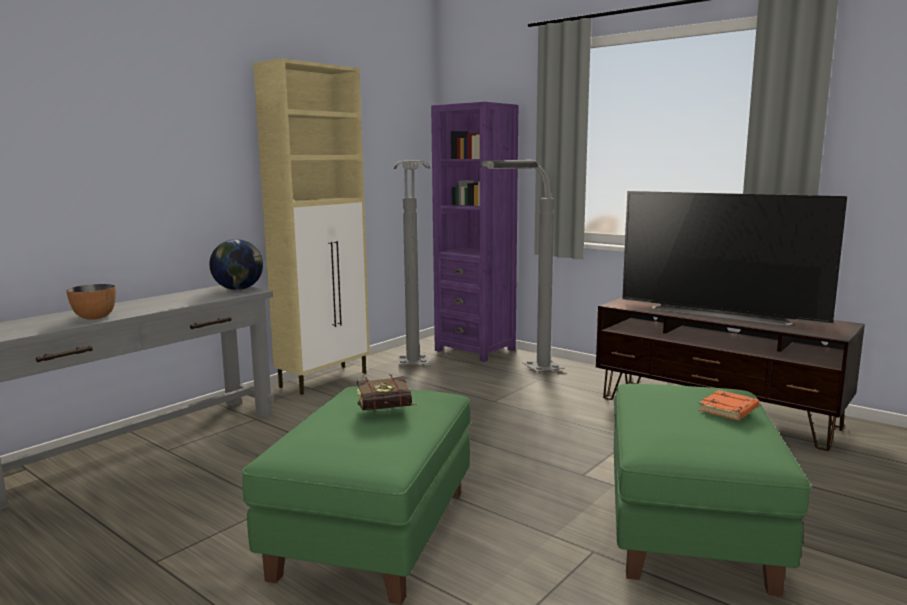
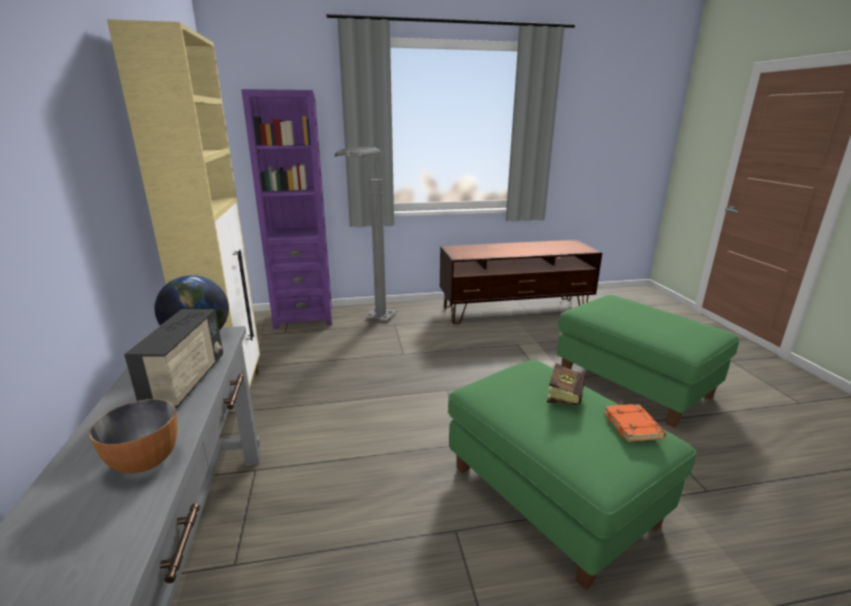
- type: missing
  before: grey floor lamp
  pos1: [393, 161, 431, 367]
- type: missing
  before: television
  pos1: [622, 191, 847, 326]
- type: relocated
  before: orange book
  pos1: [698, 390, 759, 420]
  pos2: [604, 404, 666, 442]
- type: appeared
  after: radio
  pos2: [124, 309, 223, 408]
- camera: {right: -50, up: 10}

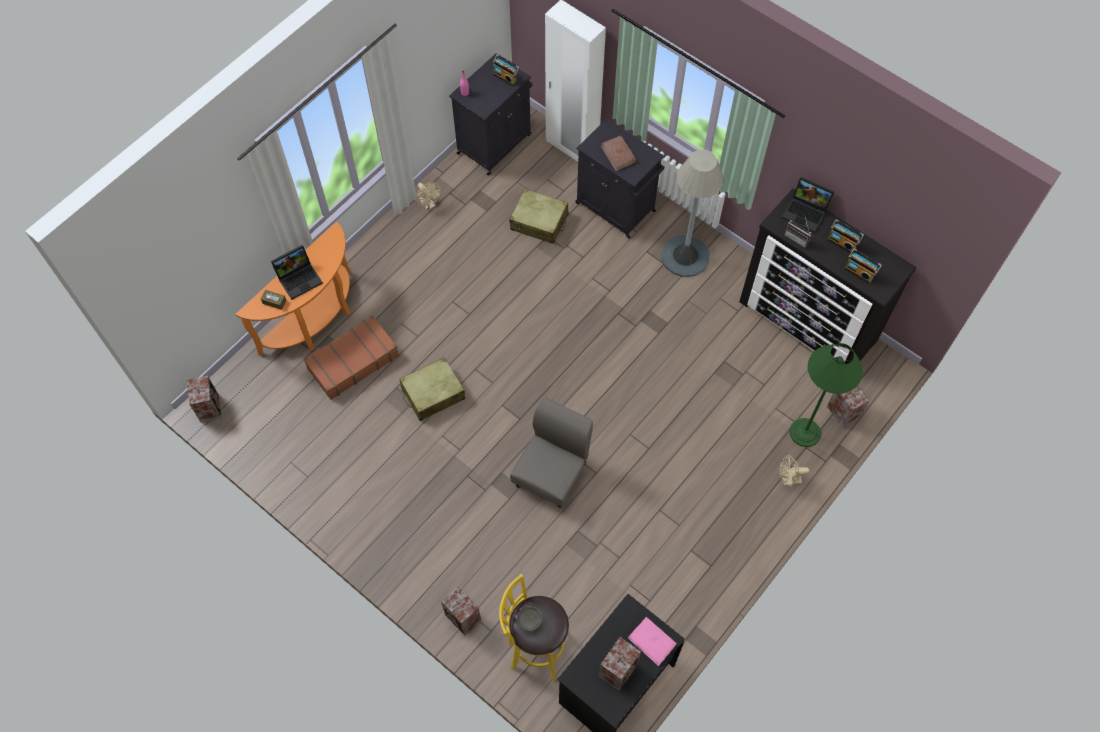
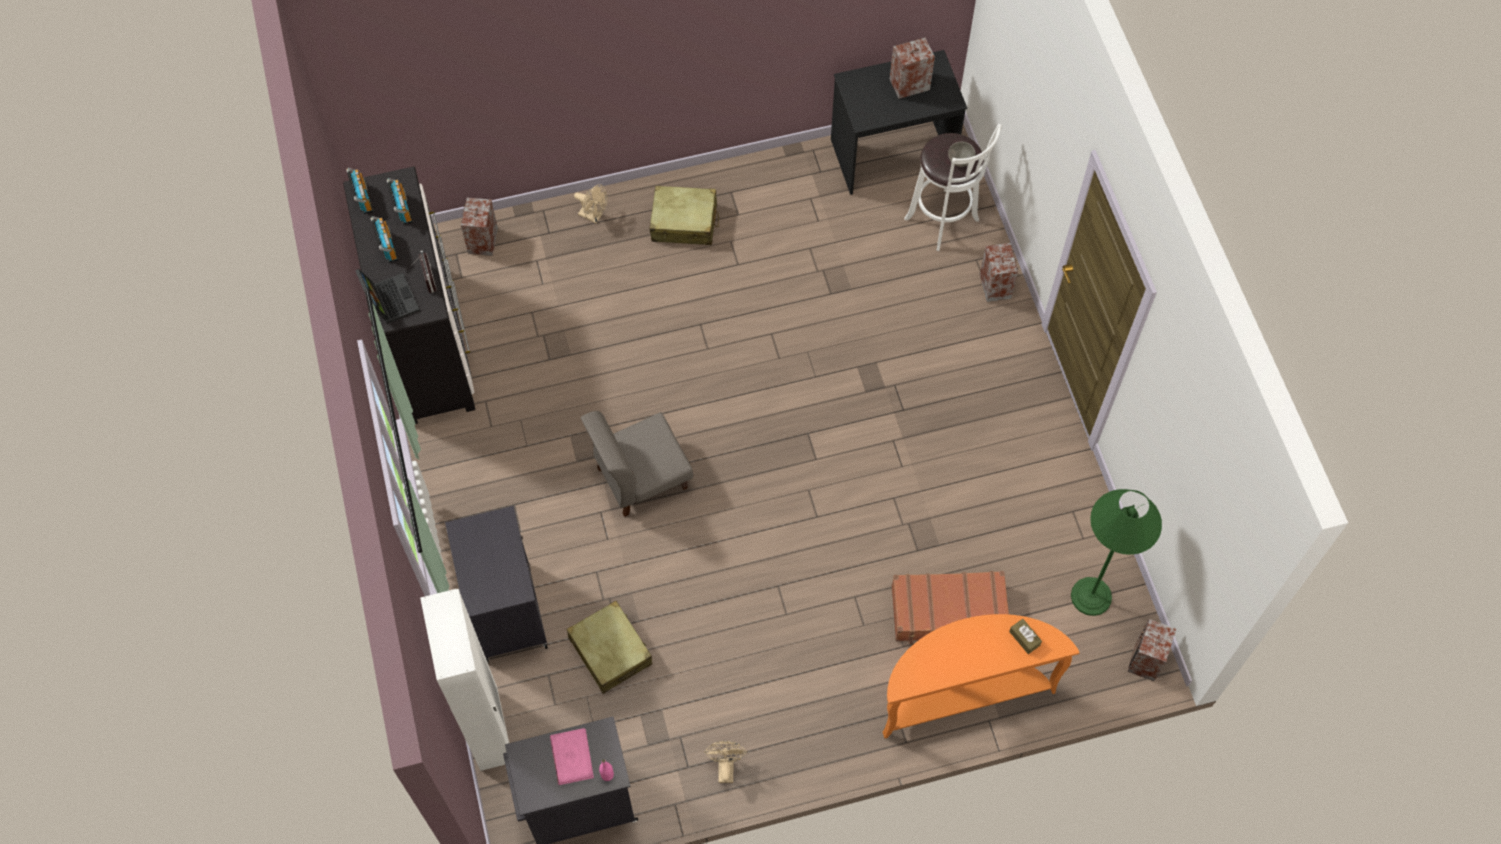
- type: missing
  before: laptop
  pos1: [271, 245, 323, 300]
- type: relocated
  before: beige suitcase
  pos1: [400, 357, 465, 421]
  pos2: [650, 186, 719, 245]
- type: relocated
  before: radio
  pos1: [493, 54, 520, 86]
  pos2: [346, 168, 374, 214]
- type: colour
  before: yellow stool
  after: white stool
  pos1: [499, 574, 569, 681]
  pos2: [904, 124, 1002, 251]
- type: relocated
  before: grey chair
  pos1: [510, 398, 593, 508]
  pos2: [581, 411, 693, 517]
- type: missing
  before: brown book
  pos1: [601, 136, 637, 171]
- type: relocated
  before: pink book
  pos1: [628, 617, 677, 666]
  pos2: [550, 728, 594, 785]
- type: missing
  before: grey floor lamp
  pos1: [661, 149, 724, 277]
- type: relocated
  before: green floor lamp
  pos1: [790, 343, 863, 447]
  pos2: [1071, 489, 1162, 616]
- camera: {right: -145, up: 0}

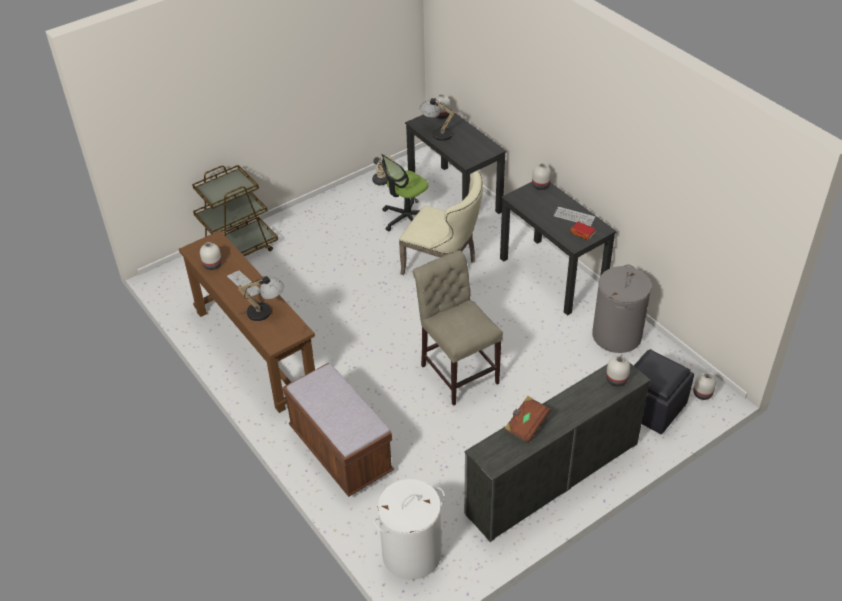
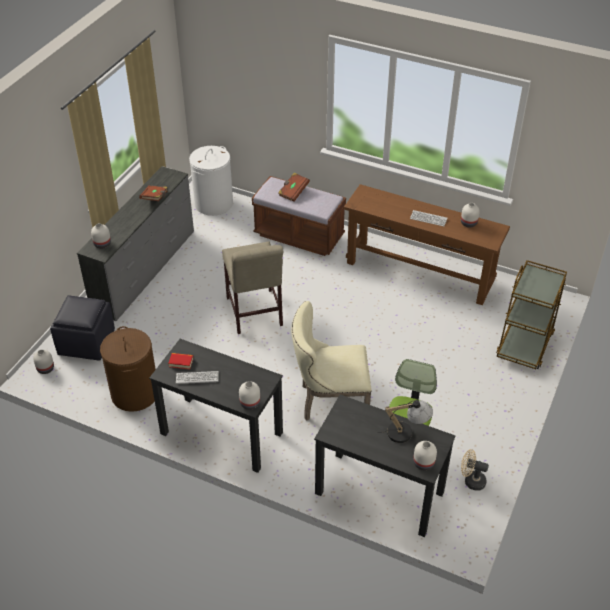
- type: missing
  before: table lamp
  pos1: [238, 276, 284, 321]
- type: spun
  before: beige chair
  pos1: [413, 250, 503, 406]
  pos2: [222, 242, 283, 334]
  turn: 45
- type: colour
  before: grey laundry basket
  after: brown laundry basket
  pos1: [592, 265, 652, 353]
  pos2: [100, 326, 156, 412]
- type: appeared
  after: brown book
  pos2: [278, 173, 310, 202]
- camera: {right: 150, up: 0}

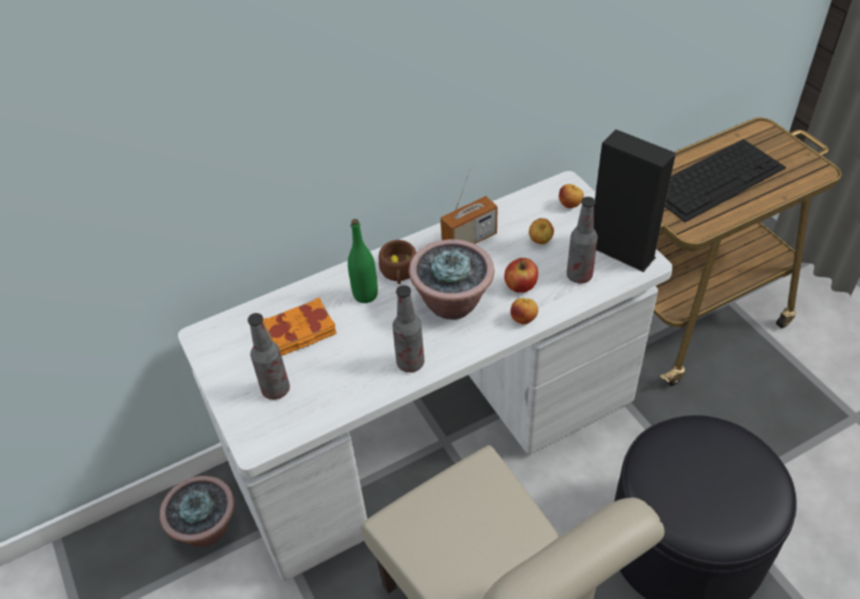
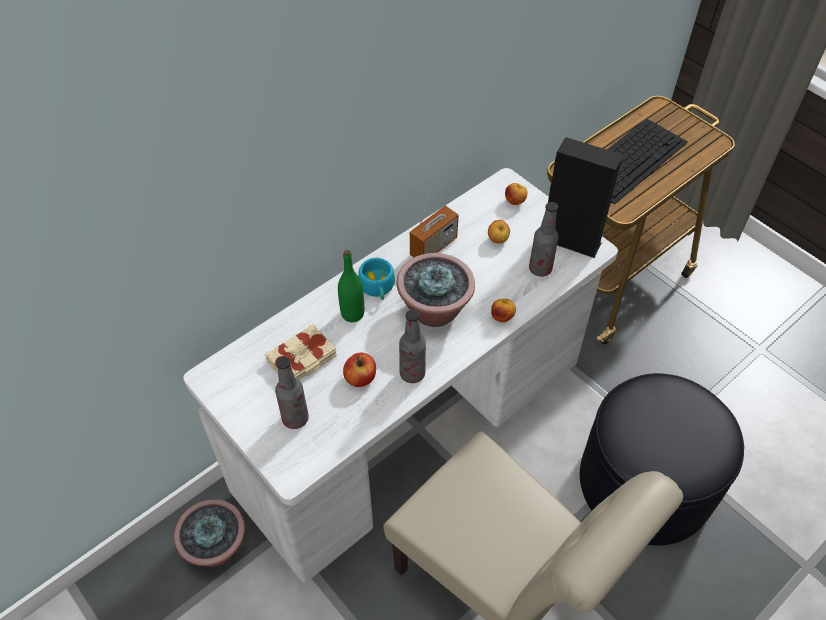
- type: colour
  before: orange book
  after: beige book
  pos1: [263, 297, 337, 356]
  pos2: [265, 323, 337, 380]
- type: colour
  before: brown cup
  after: turquoise cup
  pos1: [379, 240, 416, 284]
  pos2: [358, 258, 395, 300]
- type: relocated
  before: apple
  pos1: [504, 258, 538, 293]
  pos2: [343, 353, 376, 387]
- camera: {right: -15, up: 5}

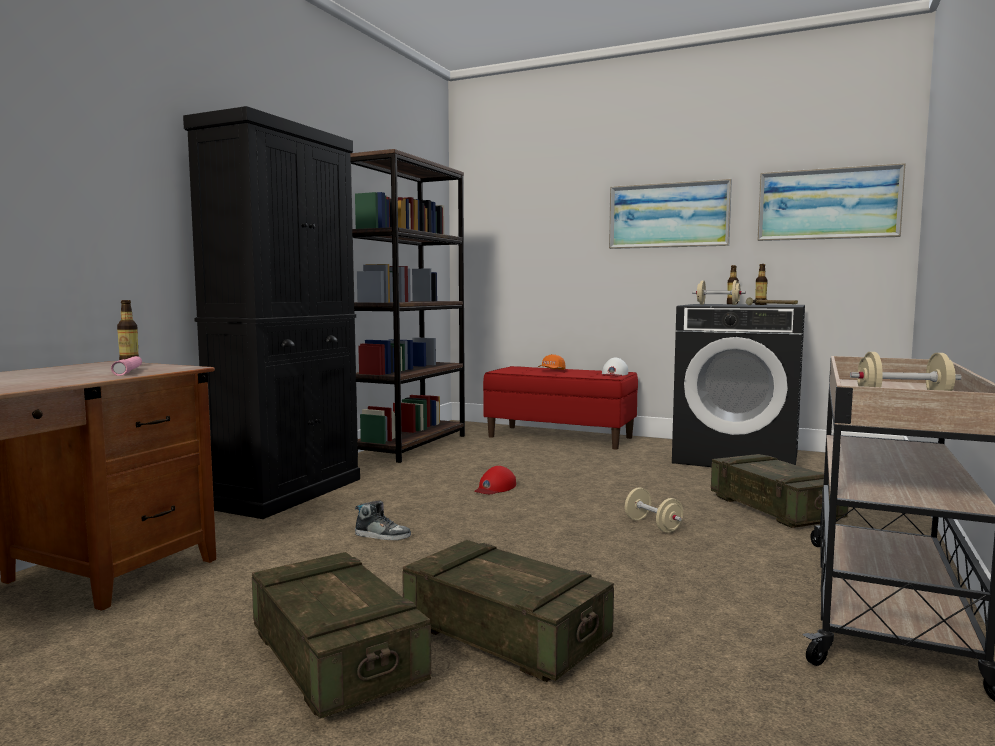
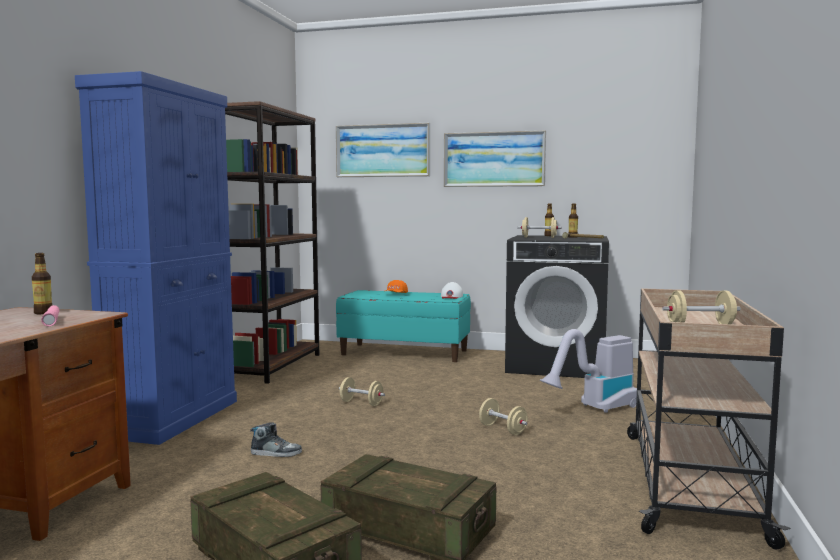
- type: colour
  before: black cabinet
  after: blue cabinet
  pos1: [183, 106, 360, 519]
  pos2: [75, 71, 237, 445]
- type: exchanged
  before: red cap
  after: beige dumbbell
  pos1: [474, 466, 516, 494]
  pos2: [339, 377, 385, 406]
- type: colour
  before: red bench
  after: turquoise bench
  pos1: [483, 366, 638, 449]
  pos2: [336, 290, 471, 362]
- type: exchanged
  before: crate
  after: vacuum cleaner
  pos1: [711, 454, 848, 528]
  pos2: [540, 329, 637, 413]
- type: relocated
  before: picture
  pos1: [757, 163, 906, 241]
  pos2: [336, 123, 430, 177]
- camera: {right: -10, up: 0}

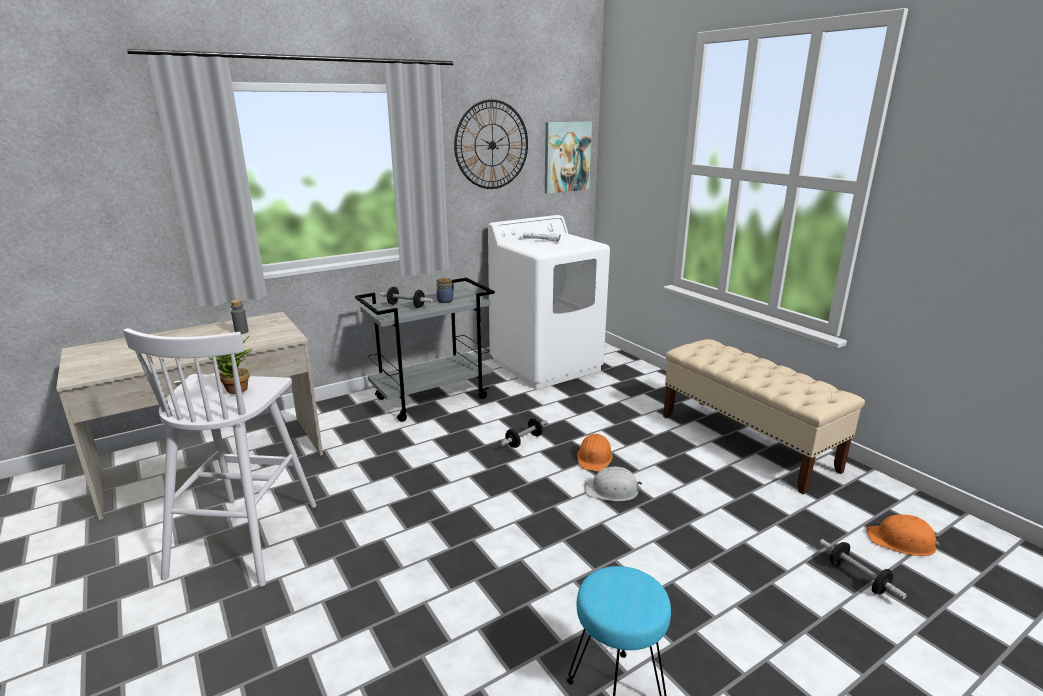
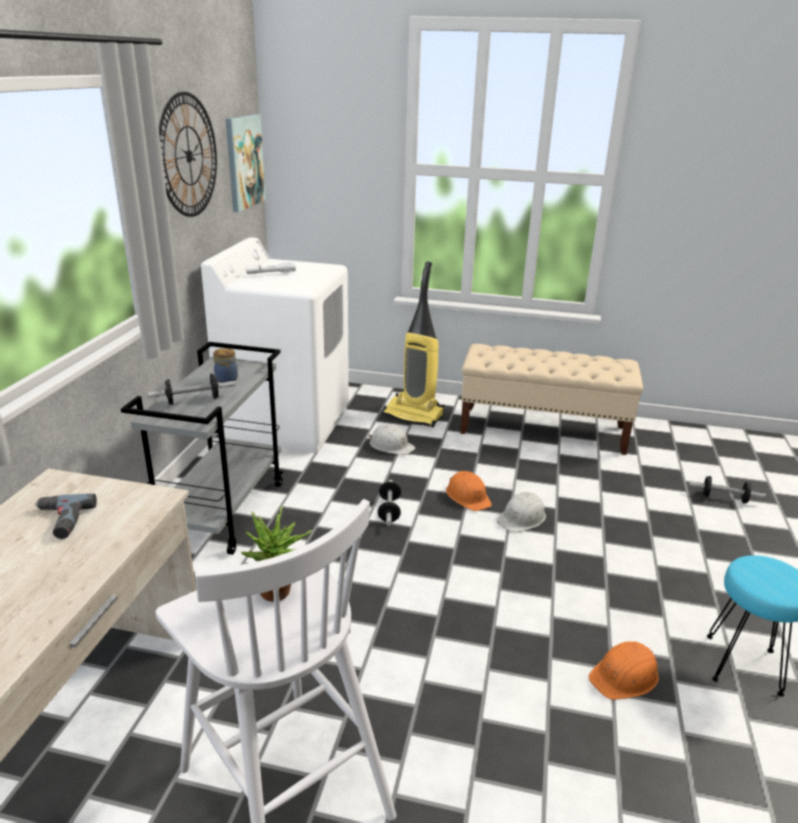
- type: exchanged
  before: grey bottle
  after: power drill
  pos1: [231, 300, 249, 334]
  pos2: [35, 493, 97, 539]
- type: relocated
  before: orange hard hat
  pos1: [866, 514, 941, 556]
  pos2: [588, 641, 659, 700]
- type: appeared
  after: white hard hat
  pos2: [368, 424, 415, 455]
- type: appeared
  after: vacuum cleaner
  pos2: [382, 261, 445, 427]
- camera: {right: -45, up: 5}

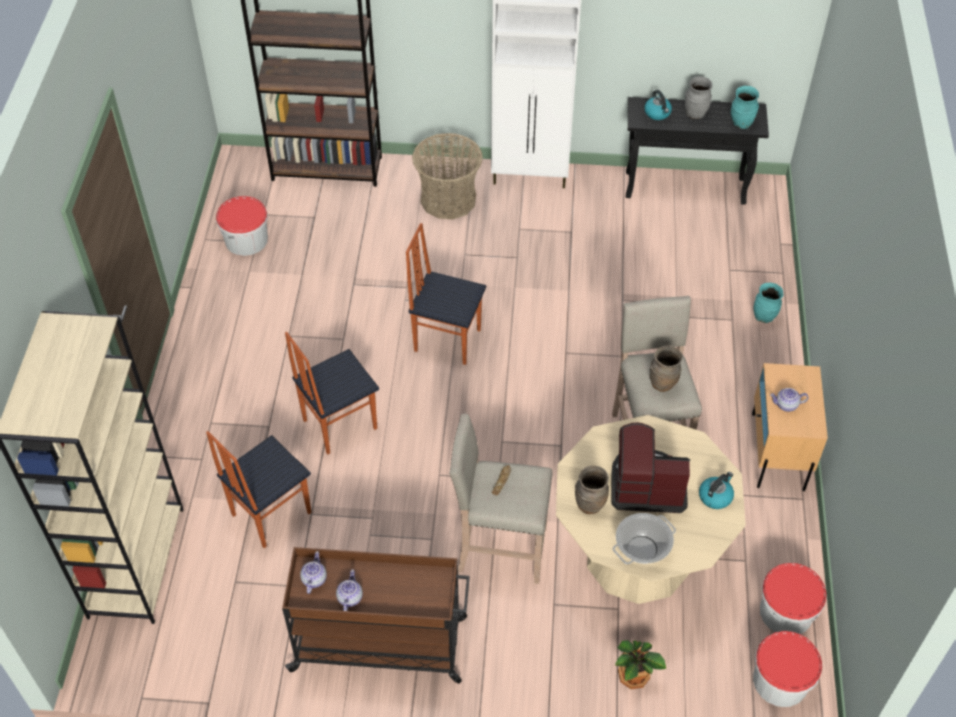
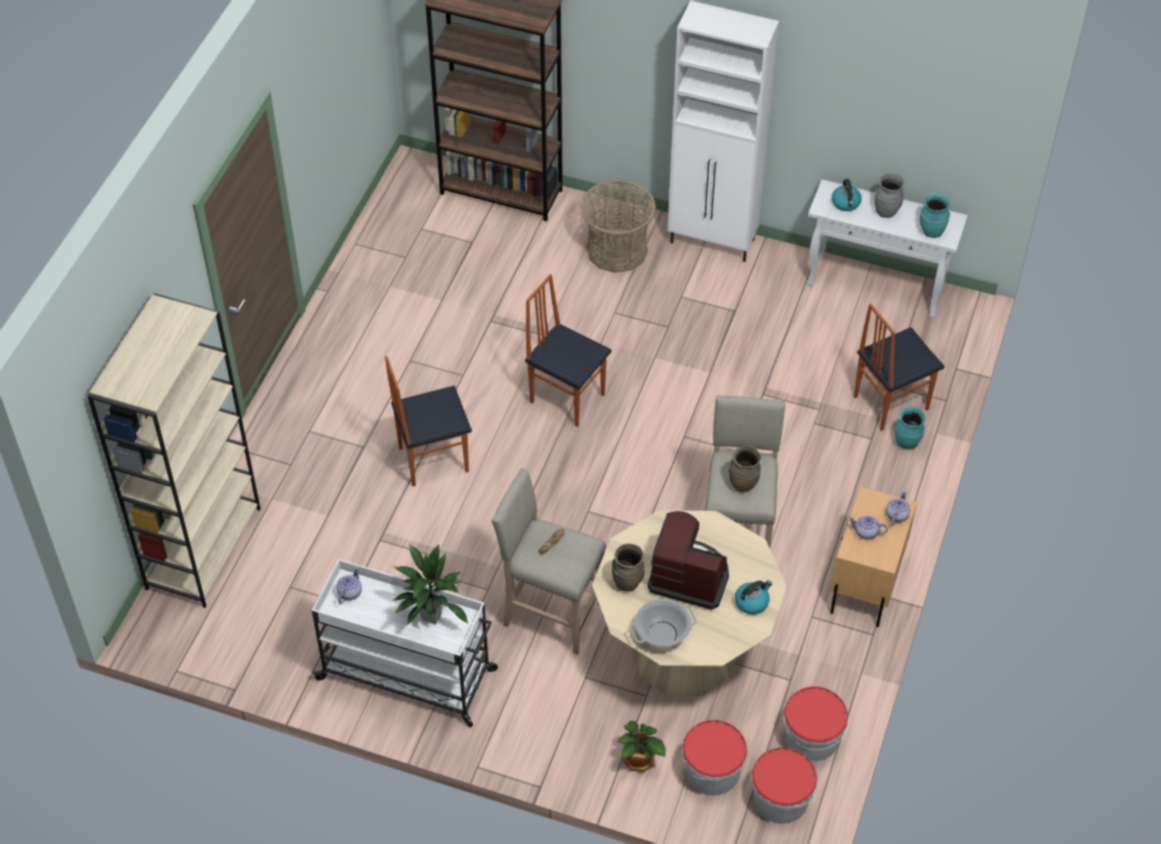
- type: relocated
  before: chair
  pos1: [206, 431, 311, 548]
  pos2: [854, 303, 944, 431]
- type: relocated
  before: bucket
  pos1: [216, 196, 268, 256]
  pos2: [682, 720, 747, 795]
- type: colour
  before: brown cart
  after: white cart
  pos1: [282, 547, 470, 684]
  pos2: [312, 559, 498, 727]
- type: relocated
  before: teapot
  pos1: [336, 569, 363, 611]
  pos2: [886, 491, 910, 526]
- type: colour
  before: black console table
  after: white console table
  pos1: [626, 97, 769, 205]
  pos2: [807, 179, 968, 318]
- type: appeared
  after: potted plant
  pos2: [392, 544, 468, 625]
- camera: {right: 15, up: 0}

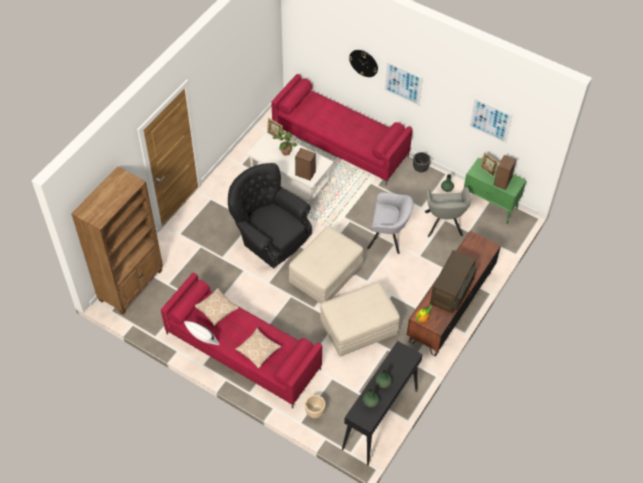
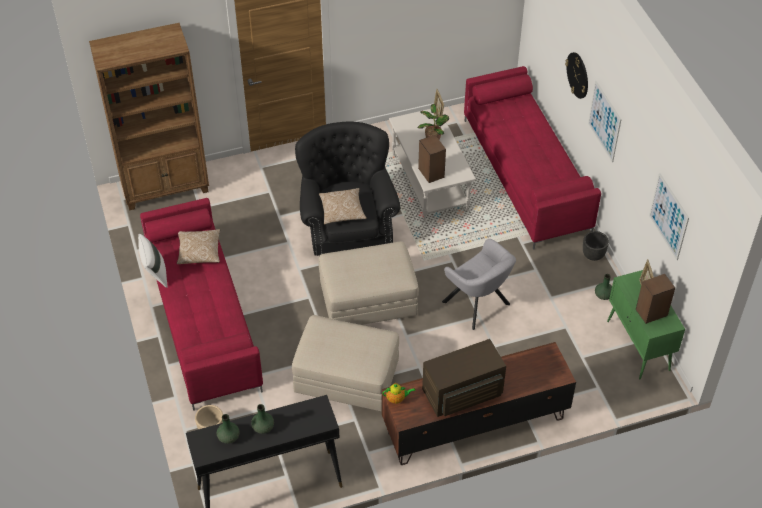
- type: relocated
  before: pillow
  pos1: [235, 328, 282, 369]
  pos2: [319, 188, 367, 224]
- type: missing
  before: grey armchair
  pos1: [425, 187, 470, 237]
- camera: {right: 40, up: -5}

